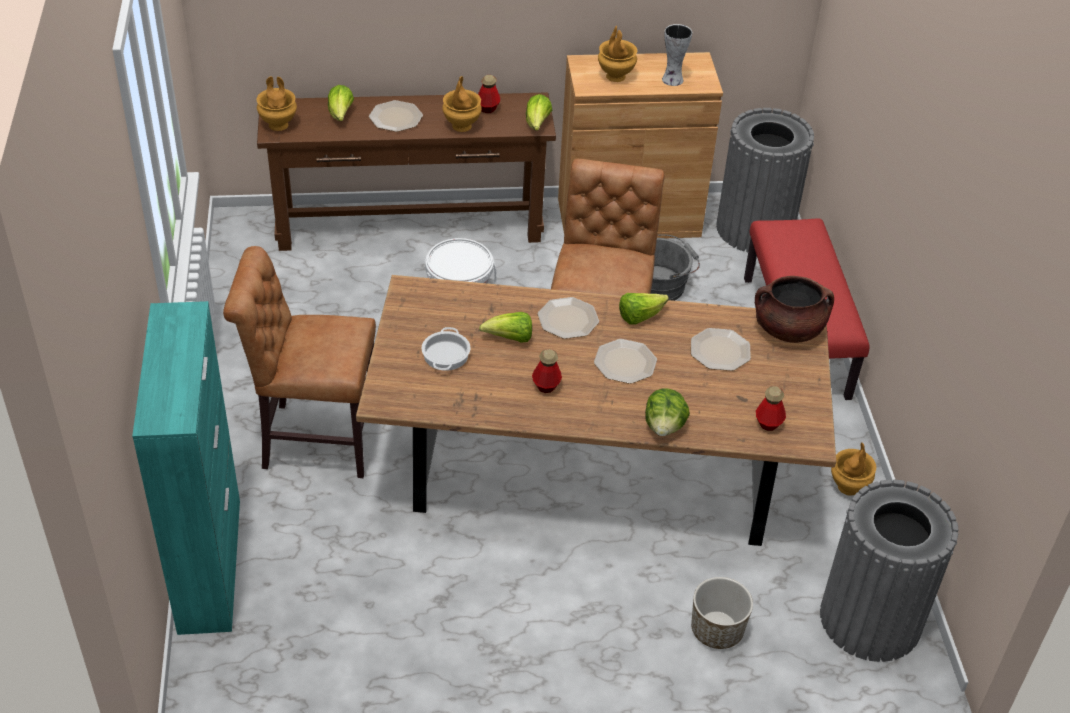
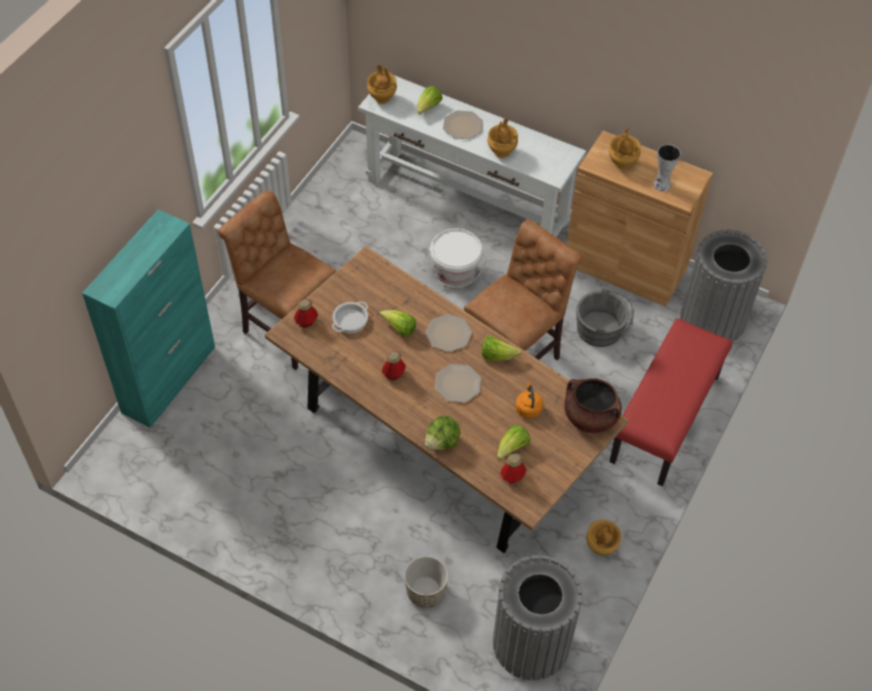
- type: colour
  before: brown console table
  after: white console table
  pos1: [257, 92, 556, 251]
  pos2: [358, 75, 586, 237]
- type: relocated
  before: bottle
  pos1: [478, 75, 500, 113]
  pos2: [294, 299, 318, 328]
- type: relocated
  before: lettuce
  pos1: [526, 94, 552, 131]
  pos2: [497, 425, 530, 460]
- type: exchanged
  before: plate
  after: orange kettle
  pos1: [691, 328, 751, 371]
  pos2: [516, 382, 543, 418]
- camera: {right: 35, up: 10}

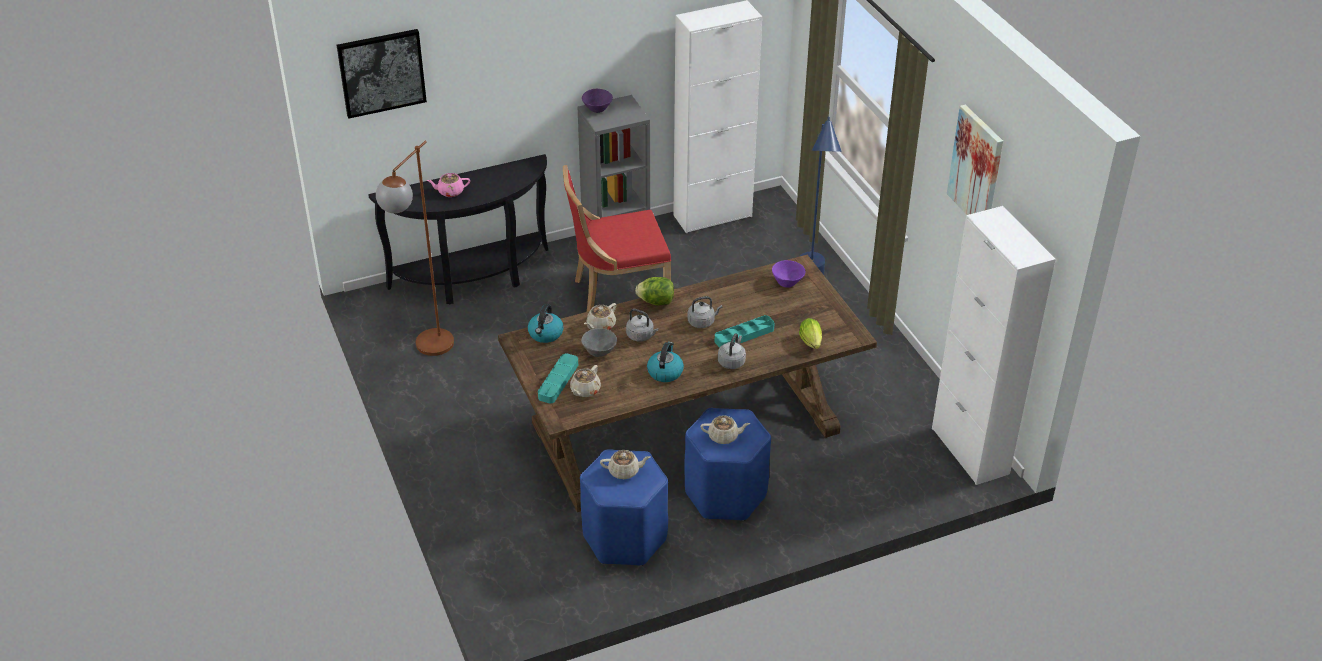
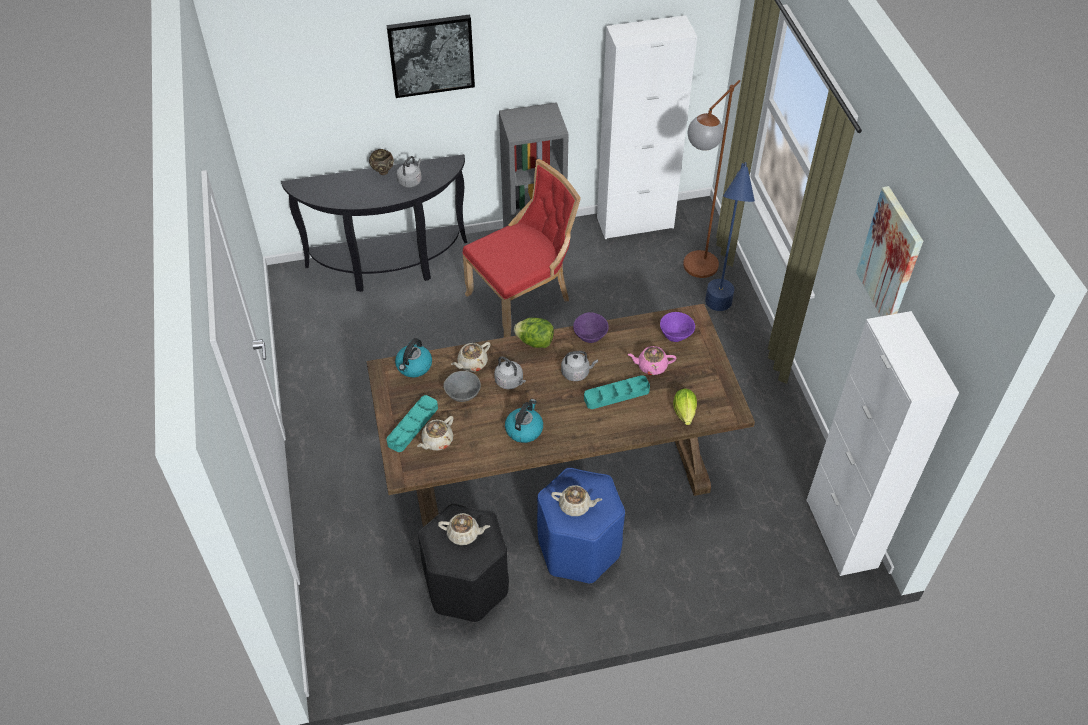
- type: relocated
  before: picture
  pos1: [337, 29, 427, 119]
  pos2: [386, 14, 475, 98]
- type: relocated
  before: brown floor lamp
  pos1: [376, 141, 454, 356]
  pos2: [683, 80, 740, 278]
- type: relocated
  before: pink teapot
  pos1: [427, 173, 470, 197]
  pos2: [627, 346, 676, 375]
- type: spun
  before: red chair
  pos1: [563, 165, 671, 312]
  pos2: [463, 159, 581, 338]
  turn: 150
- type: colour
  before: blue stool
  after: black stool
  pos1: [580, 449, 668, 566]
  pos2: [418, 504, 509, 622]
- type: relocated
  before: purple bowl
  pos1: [582, 89, 613, 113]
  pos2: [573, 312, 609, 343]
- type: relocated
  before: grey kettle
  pos1: [718, 333, 746, 369]
  pos2: [396, 156, 422, 188]
- type: appeared
  after: brown bowl
  pos2: [369, 149, 394, 175]
- camera: {right: 10, up: 10}

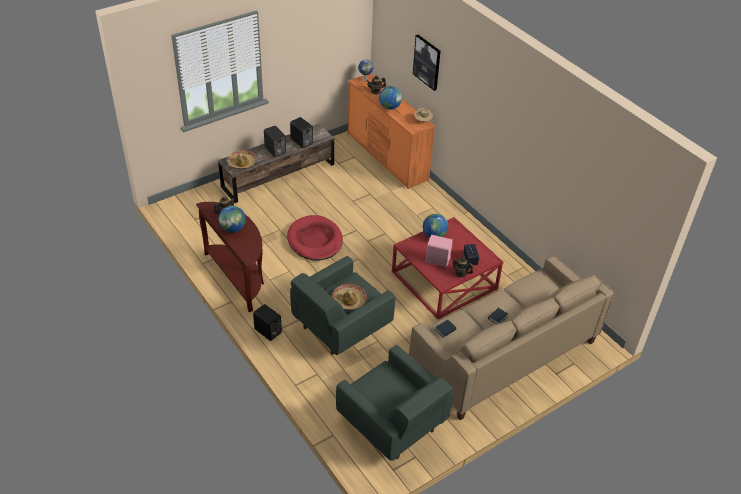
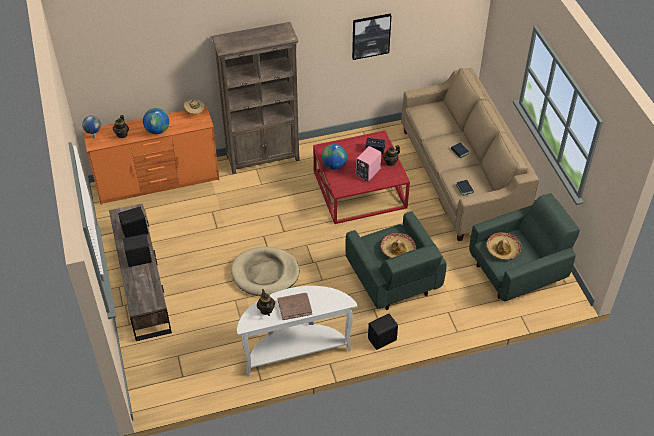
- type: colour
  before: brown console table
  after: white console table
  pos1: [196, 202, 264, 312]
  pos2: [237, 286, 358, 376]
- type: exchanged
  before: globe
  after: brown book
  pos1: [219, 206, 246, 233]
  pos2: [278, 293, 312, 320]
- type: relocated
  before: hat
  pos1: [227, 150, 257, 169]
  pos2: [487, 232, 522, 260]
- type: colour
  before: red dog bed
  after: beige dog bed
  pos1: [287, 215, 343, 261]
  pos2: [231, 247, 299, 296]
- type: relocated
  before: picture
  pos1: [413, 35, 440, 91]
  pos2: [352, 14, 392, 60]
- type: appeared
  after: brown bookcase
  pos2: [212, 22, 300, 174]
- camera: {right: -70, up: 5}

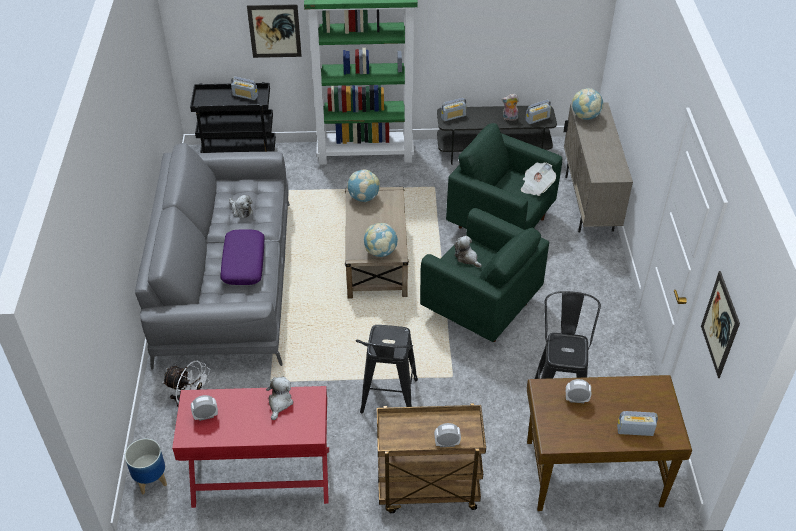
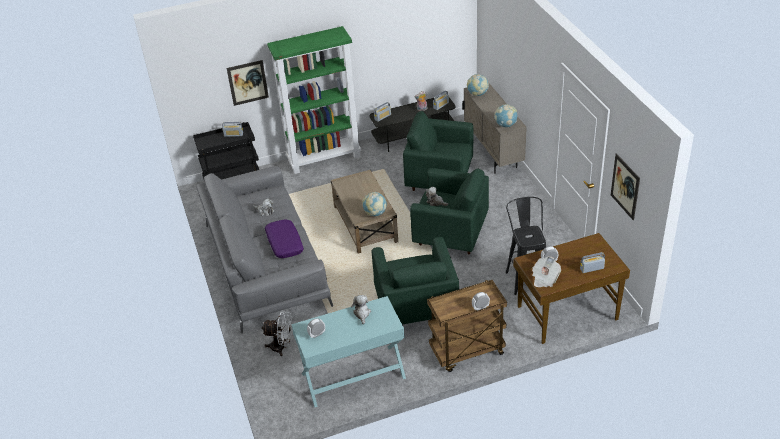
- type: missing
  before: planter
  pos1: [125, 439, 167, 495]
- type: colour
  before: red console table
  after: turquoise console table
  pos1: [172, 386, 329, 508]
  pos2: [291, 296, 406, 407]
- type: relocated
  before: globe
  pos1: [347, 169, 380, 202]
  pos2: [494, 104, 517, 127]
- type: exchanged
  before: black stool
  after: green armchair
  pos1: [356, 325, 418, 413]
  pos2: [371, 237, 459, 325]
- type: relocated
  before: newspaper
  pos1: [521, 163, 556, 196]
  pos2: [532, 256, 561, 287]
- camera: {right: -15, up: -5}

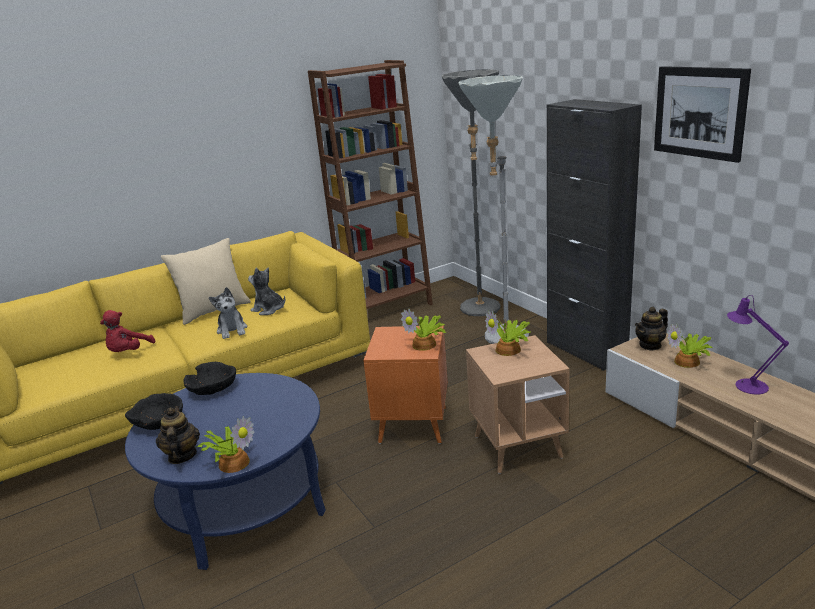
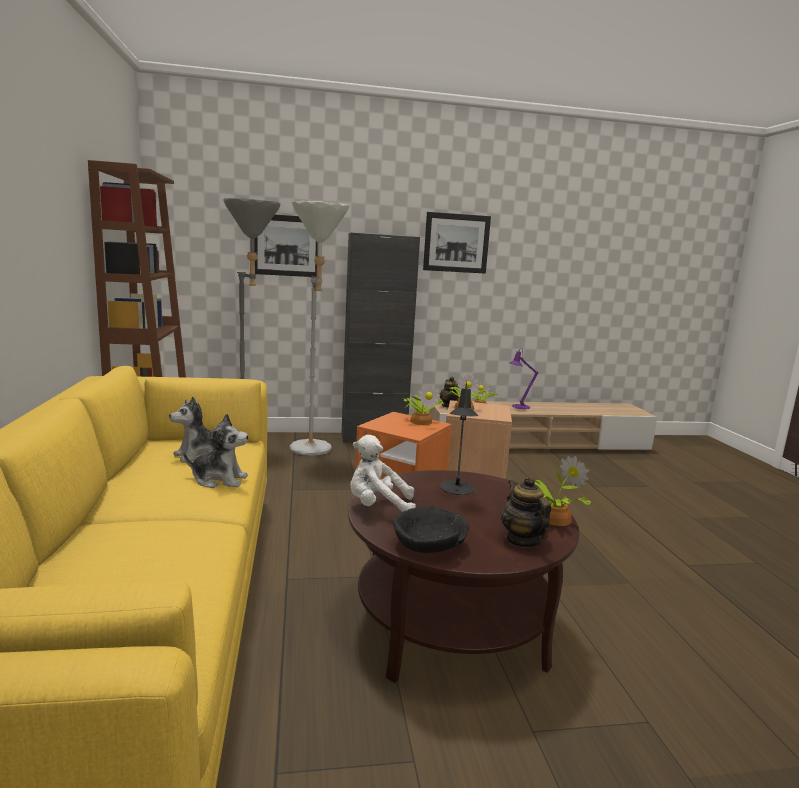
- type: missing
  before: red plush toy
  pos1: [100, 310, 155, 352]
- type: colour
  before: blue coffee table
  after: brown coffee table
  pos1: [125, 373, 326, 570]
  pos2: [348, 470, 579, 683]
- type: spun
  before: teapot
  pos1: [156, 406, 200, 464]
  pos2: [501, 476, 551, 548]
  turn: 60
- type: missing
  before: beige pillow
  pos1: [161, 238, 251, 325]
- type: exchanged
  before: black bowl
  after: white plush toy
  pos1: [183, 362, 236, 395]
  pos2: [350, 435, 416, 512]
- type: appeared
  after: picture
  pos2: [254, 215, 318, 277]
- type: appeared
  after: black table lamp
  pos2: [440, 381, 478, 495]
- camera: {right: -70, up: -10}

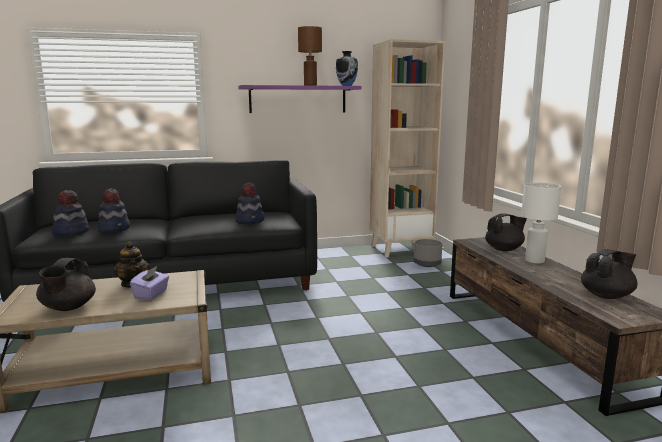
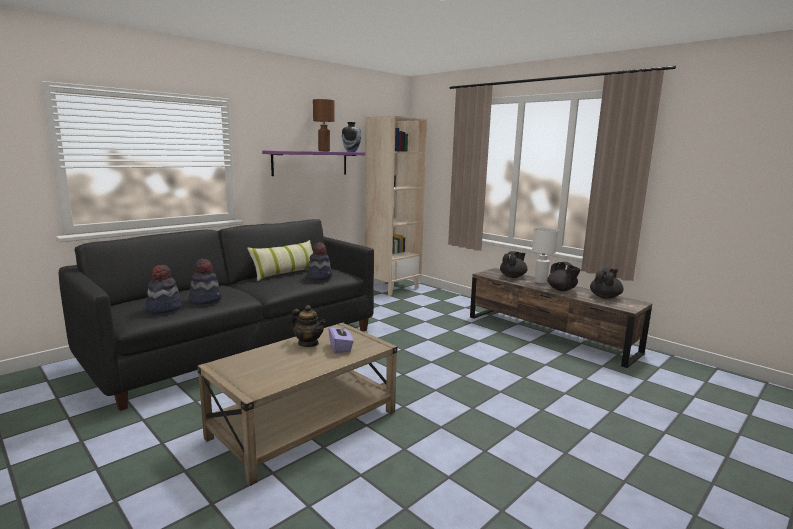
- type: relocated
  before: black teapot
  pos1: [36, 258, 96, 311]
  pos2: [547, 262, 581, 291]
- type: missing
  before: grey planter
  pos1: [414, 239, 442, 267]
- type: appeared
  after: pillow
  pos2: [247, 240, 313, 281]
- camera: {right: -30, up: 0}

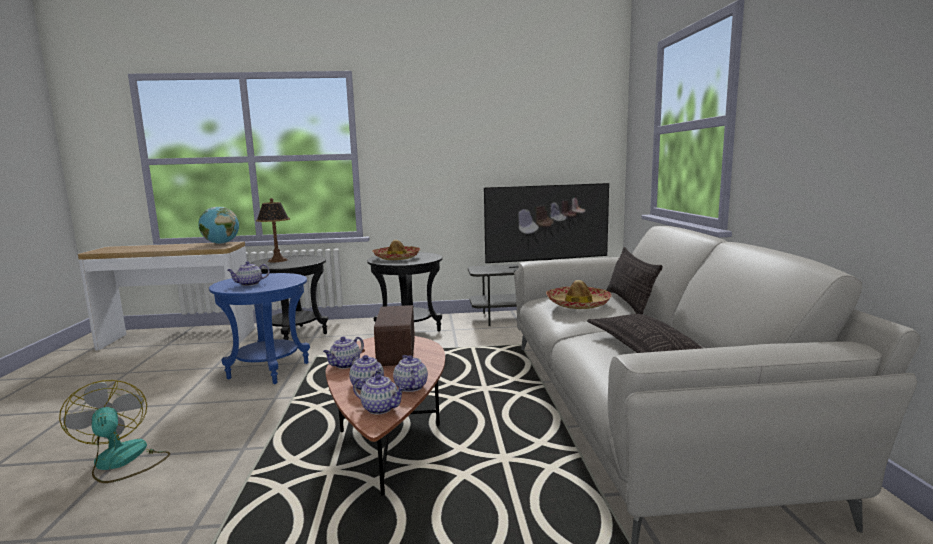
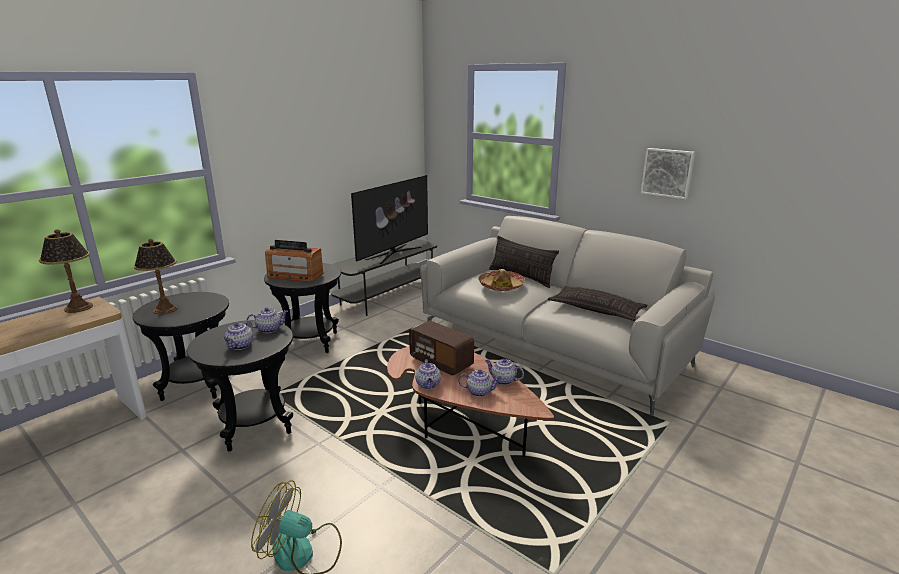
- type: exchanged
  before: globe
  after: table lamp
  pos1: [199, 207, 239, 244]
  pos2: [39, 229, 93, 313]
- type: colour
  before: blue side table
  after: black side table
  pos1: [209, 273, 310, 384]
  pos2: [187, 320, 293, 452]
- type: relocated
  before: teapot
  pos1: [353, 374, 406, 414]
  pos2: [246, 308, 288, 333]
- type: exchanged
  before: hat
  after: radio
  pos1: [372, 240, 420, 260]
  pos2: [265, 240, 323, 282]
- type: appeared
  after: picture
  pos2: [641, 148, 695, 199]
- camera: {right: -45, up: 10}

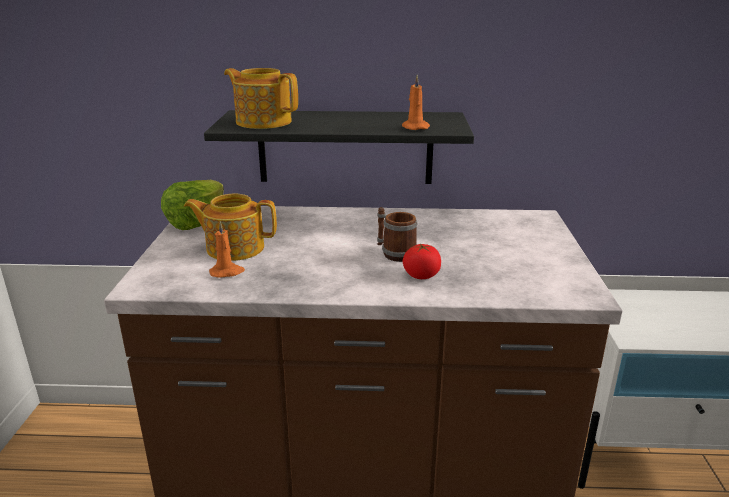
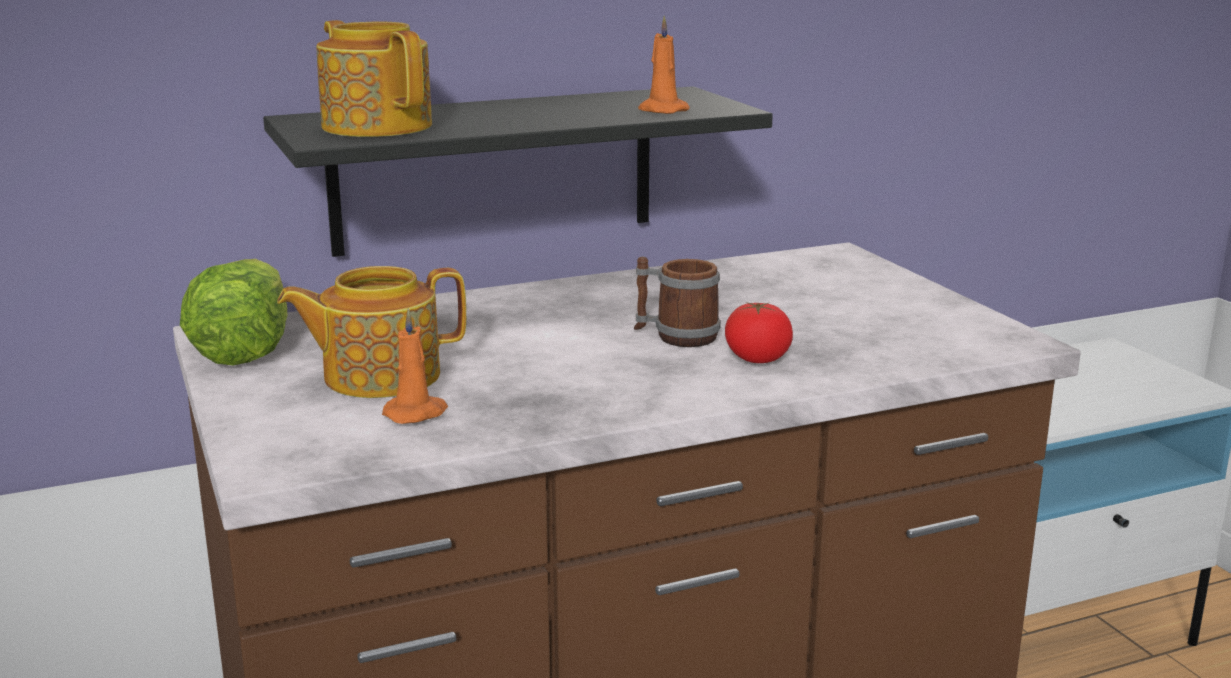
- type: spun
  before: teapot
  pos1: [224, 68, 298, 129]
  pos2: [316, 20, 432, 137]
  turn: 45
- camera: {right: -25, up: -5}

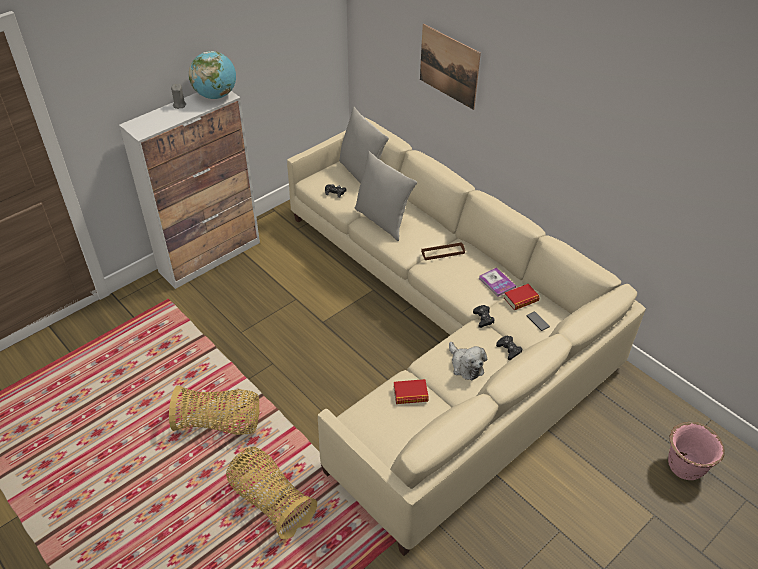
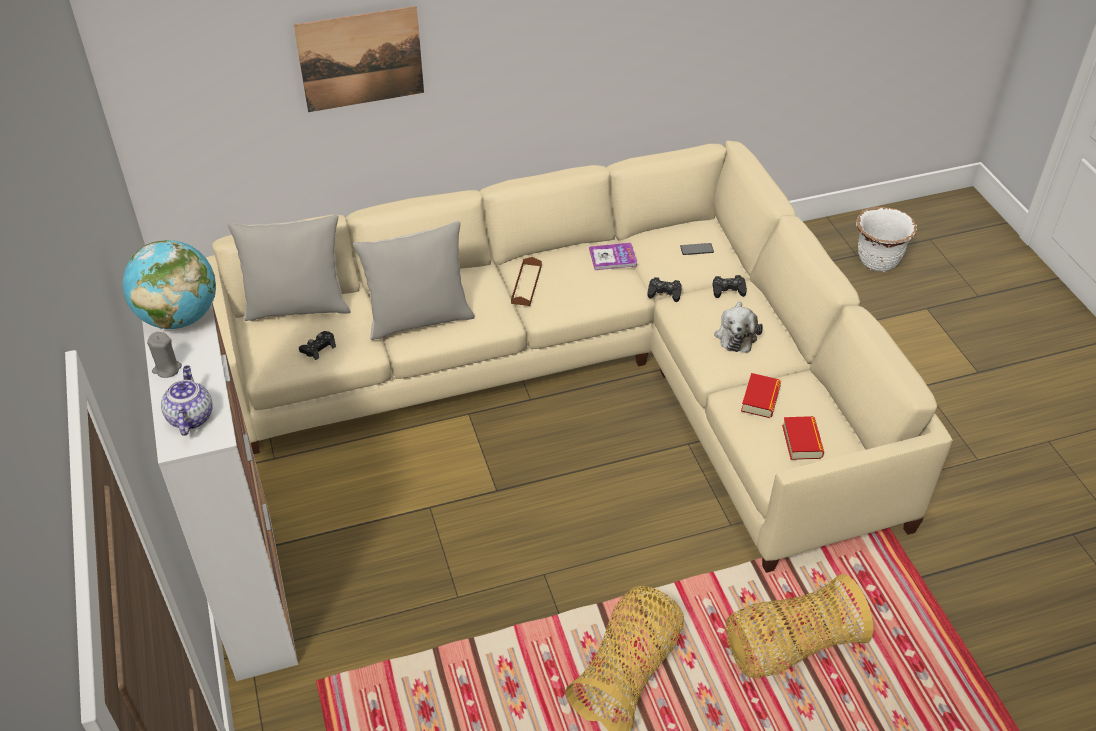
- type: spun
  before: plush toy
  pos1: [449, 342, 487, 381]
  pos2: [715, 302, 763, 353]
  turn: 105
- type: relocated
  before: book
  pos1: [504, 284, 540, 310]
  pos2: [782, 416, 824, 460]
- type: colour
  before: pink planter
  after: white planter
  pos1: [668, 422, 725, 480]
  pos2: [856, 207, 917, 272]
- type: appeared
  after: teapot
  pos2: [161, 365, 212, 436]
- camera: {right: -65, up: 0}

